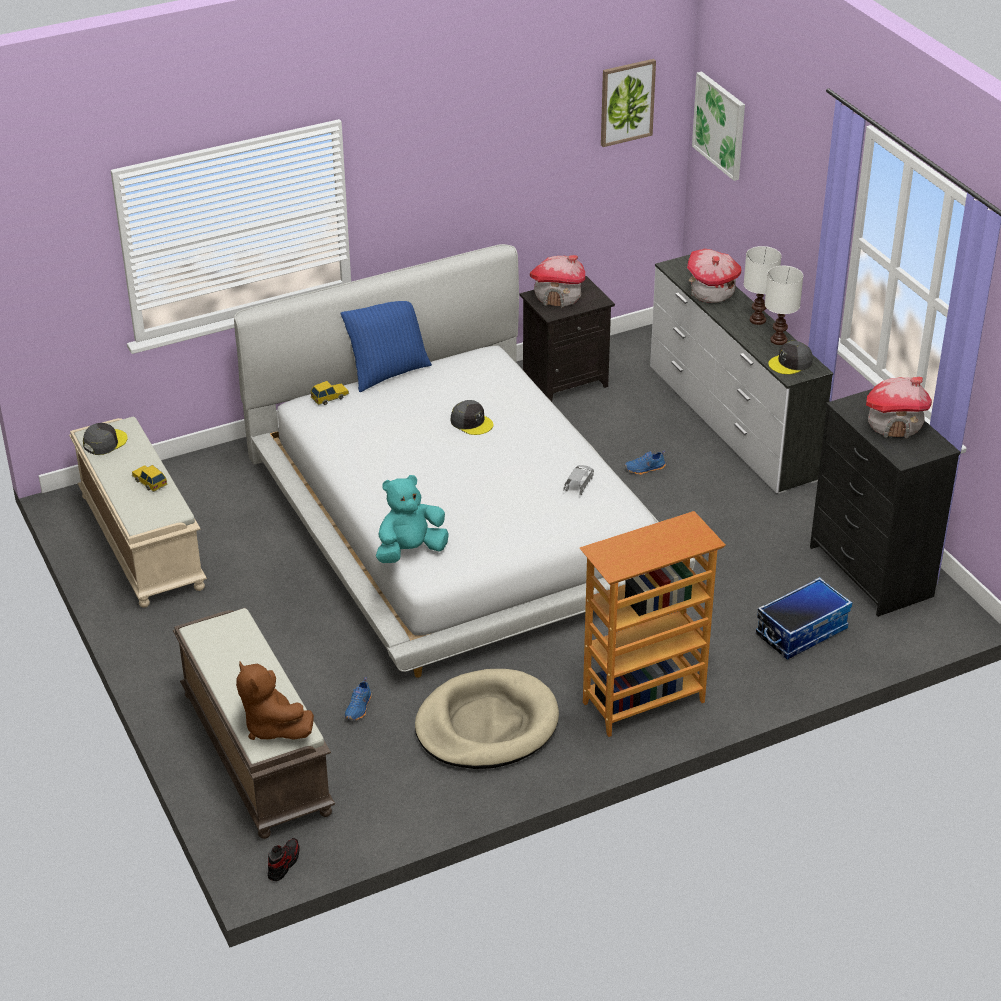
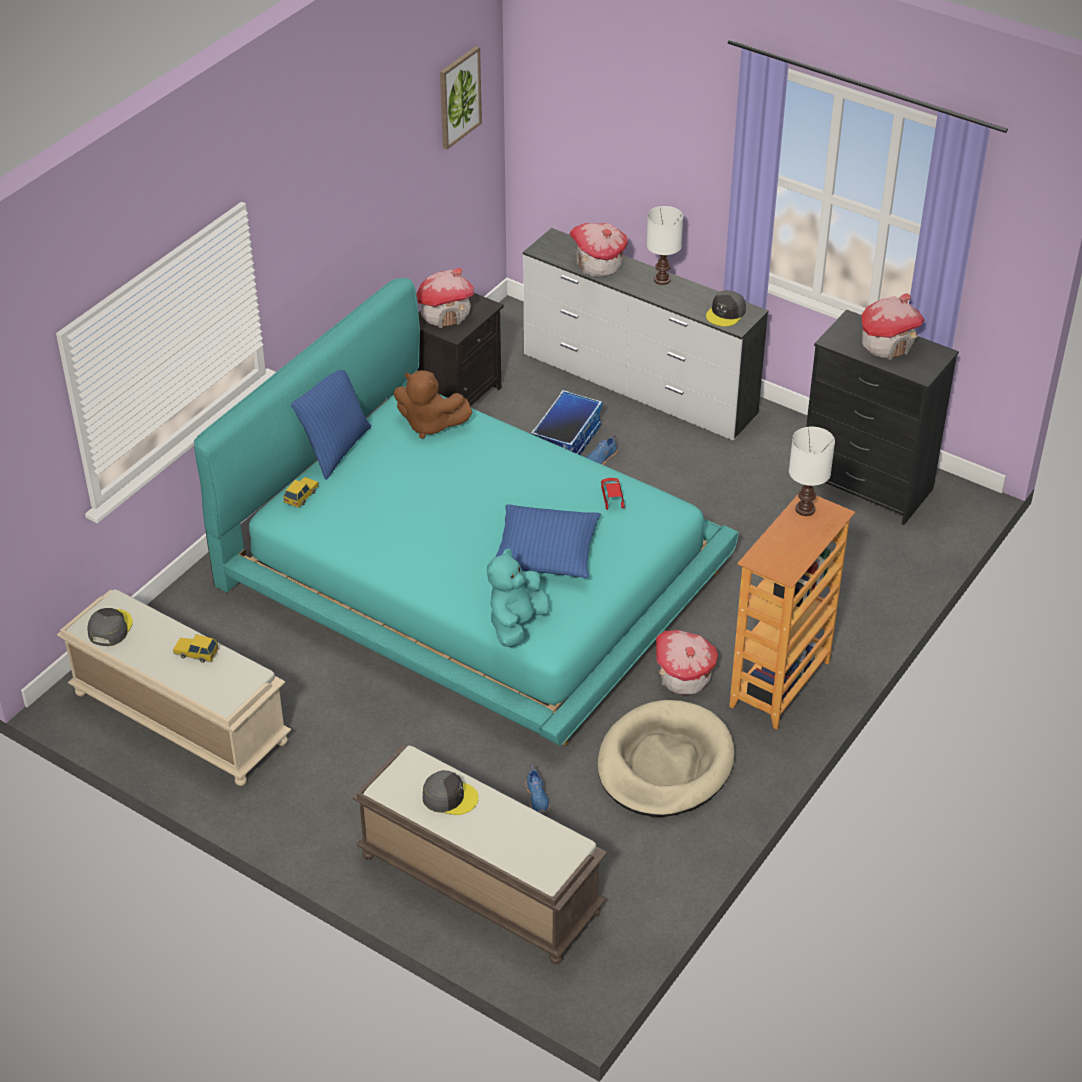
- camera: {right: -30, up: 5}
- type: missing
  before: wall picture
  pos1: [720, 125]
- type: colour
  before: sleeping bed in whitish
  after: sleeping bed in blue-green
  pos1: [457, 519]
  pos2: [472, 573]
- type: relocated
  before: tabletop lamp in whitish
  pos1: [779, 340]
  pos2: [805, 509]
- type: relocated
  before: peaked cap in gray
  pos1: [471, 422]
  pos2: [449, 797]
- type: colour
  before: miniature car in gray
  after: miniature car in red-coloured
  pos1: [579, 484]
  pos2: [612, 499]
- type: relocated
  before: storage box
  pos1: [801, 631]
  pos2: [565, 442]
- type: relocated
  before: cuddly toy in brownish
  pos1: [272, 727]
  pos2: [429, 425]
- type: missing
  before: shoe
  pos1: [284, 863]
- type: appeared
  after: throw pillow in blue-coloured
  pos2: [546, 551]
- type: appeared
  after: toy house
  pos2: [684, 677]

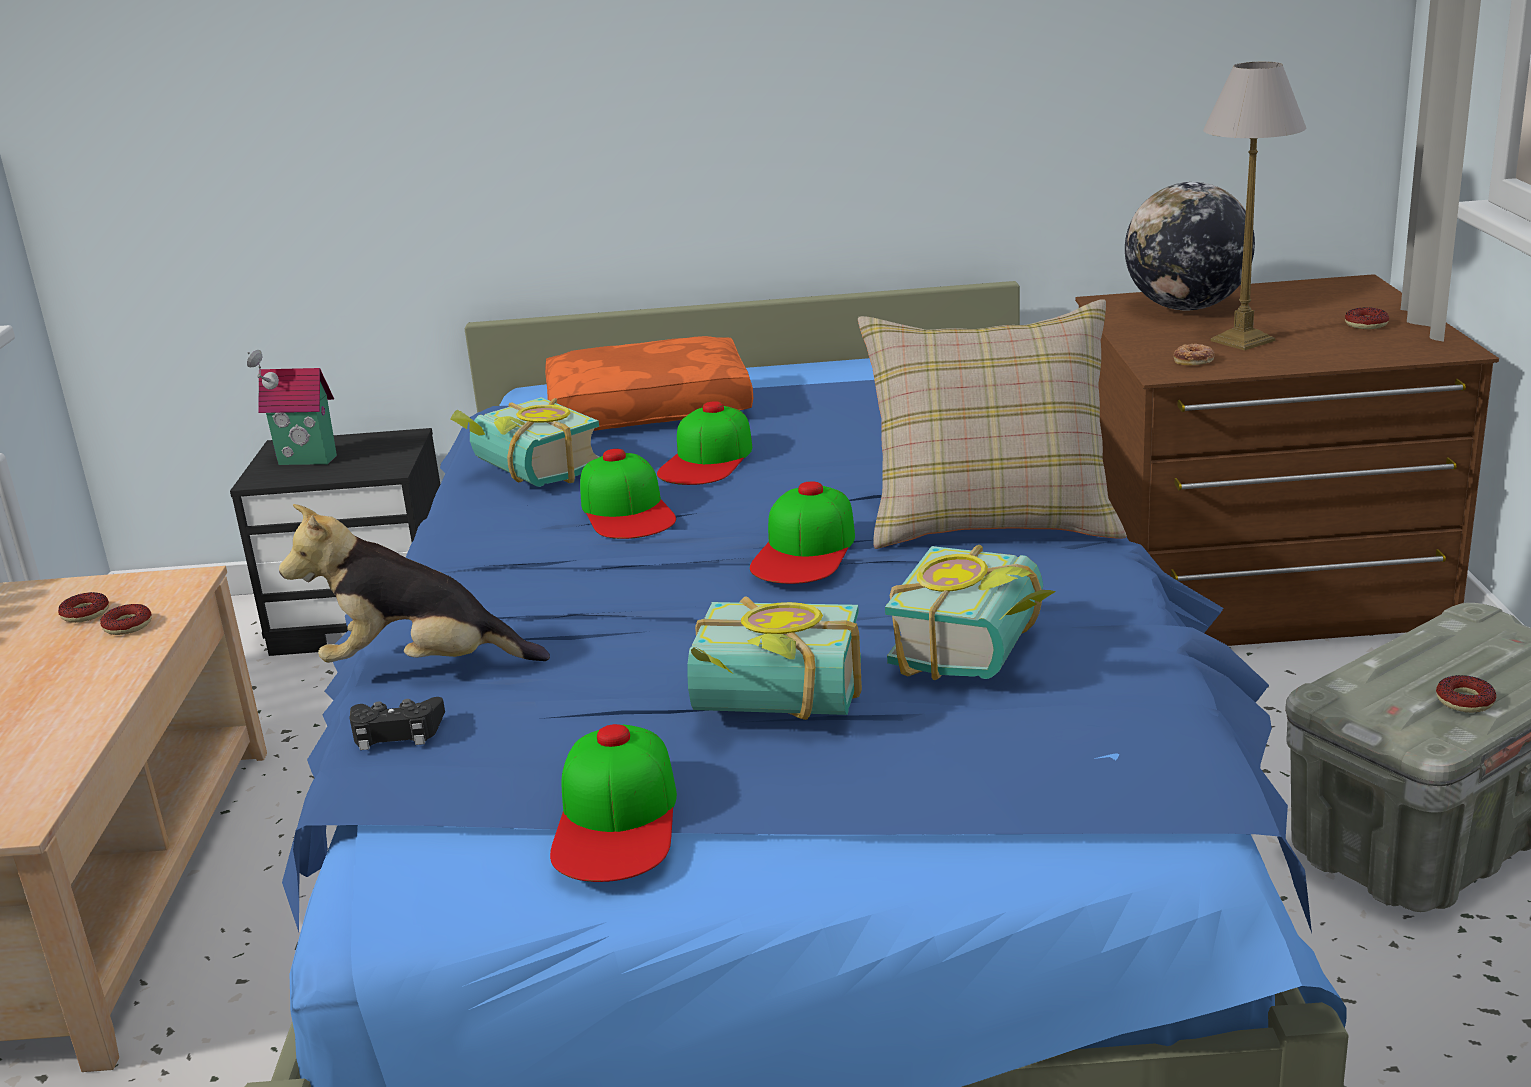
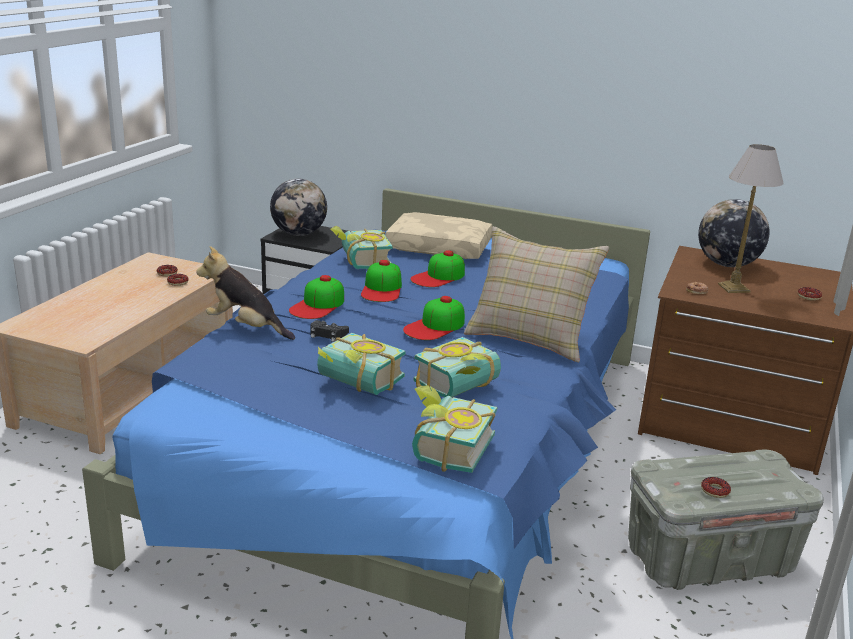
- camera: {right: 20, up: 0}
- type: colour
  before: throw pillow in orangey
  after: throw pillow in sand-coloured
  pos1: [650, 408]
  pos2: [440, 247]
- type: exchanged
  before: toy house
  after: globe
  pos1: [305, 461]
  pos2: [299, 234]
- type: relocated
  before: joypad in black-coloured
  pos1: [396, 732]
  pos2: [327, 334]
- type: relocated
  before: peaked cap
  pos1: [617, 819]
  pos2: [318, 305]
- type: appeared
  after: book
  pos2: [445, 448]

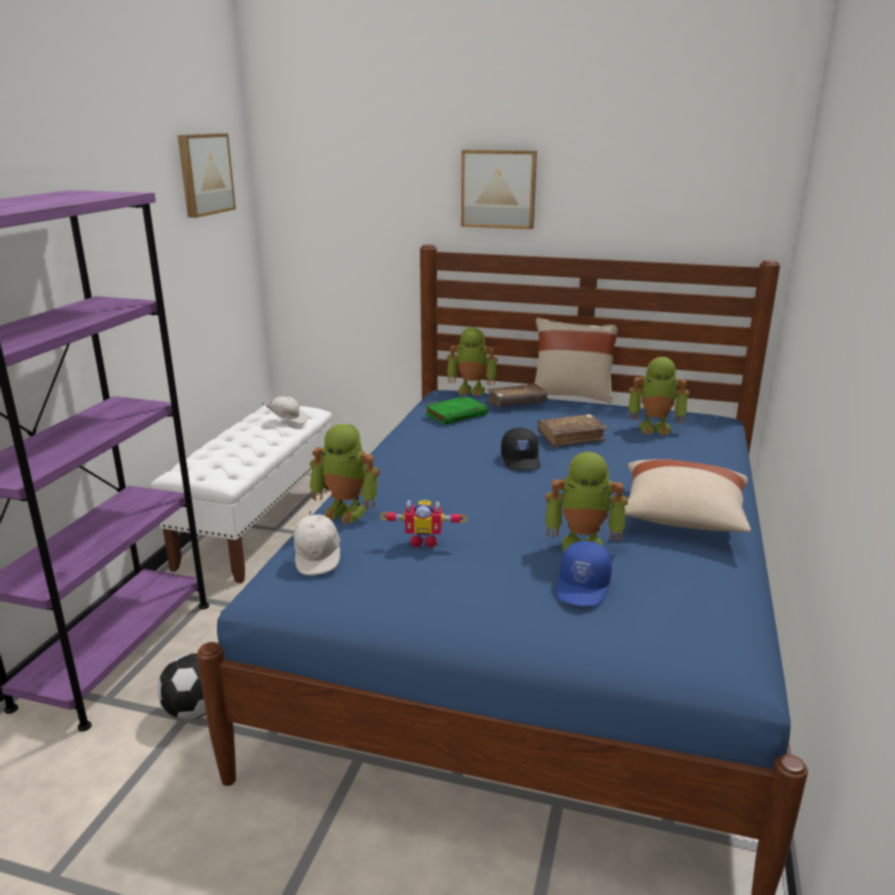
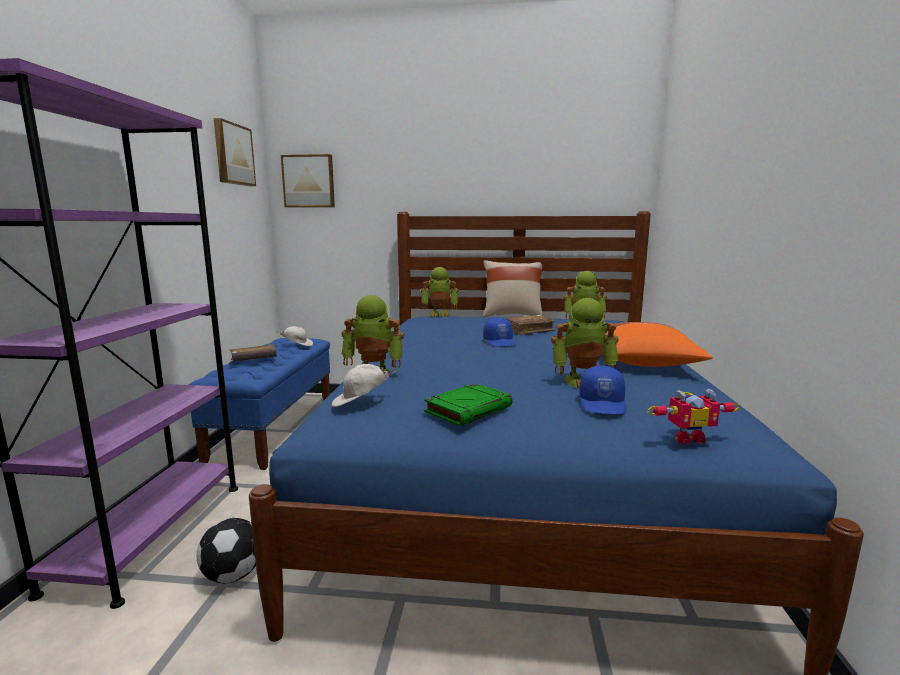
- camera: {right: -10, up: -10}
- type: relocated
  before: wall picture
  pos1: [499, 189]
  pos2: [309, 181]
- type: relocated
  before: book in brownish
  pos1: [516, 403]
  pos2: [254, 359]
- type: relocated
  before: book in green
  pos1: [456, 414]
  pos2: [468, 409]
- type: colour
  before: long seat in whitish
  after: long seat in blue-coloured
  pos1: [259, 525]
  pos2: [275, 429]
- type: colour
  before: peaked cap in black-coloured
  after: peaked cap in blue-coloured
  pos1: [521, 461]
  pos2: [500, 342]
- type: colour
  before: throw pillow in sand-coloured
  after: throw pillow in orangey
  pos1: [681, 517]
  pos2: [643, 363]
- type: relocated
  before: toy robot
  pos1: [424, 541]
  pos2: [686, 438]
- type: spun
  before: peaked cap in whitish
  pos1: [318, 558]
  pos2: [361, 402]
  turn: 90

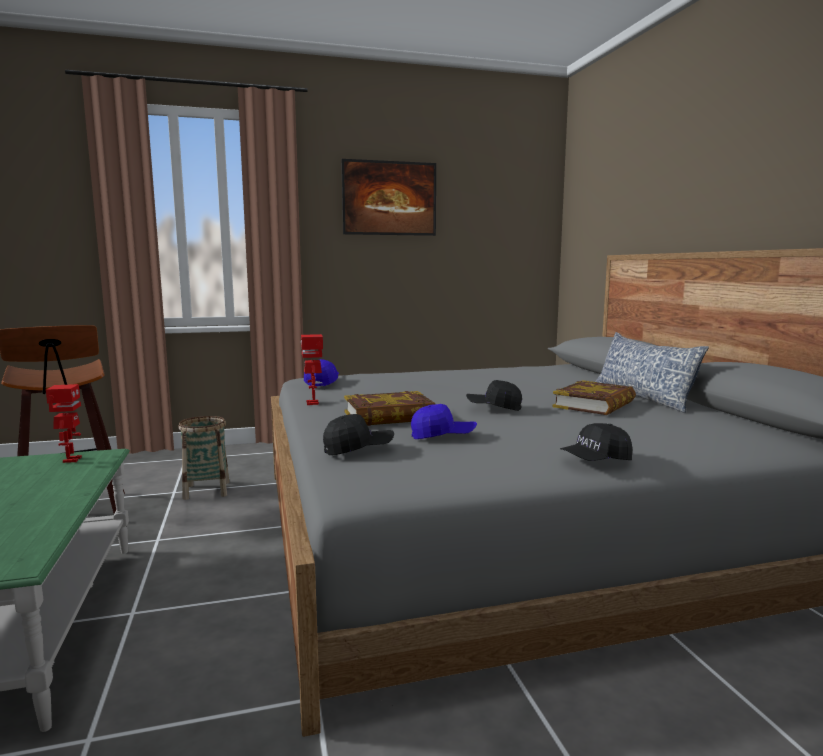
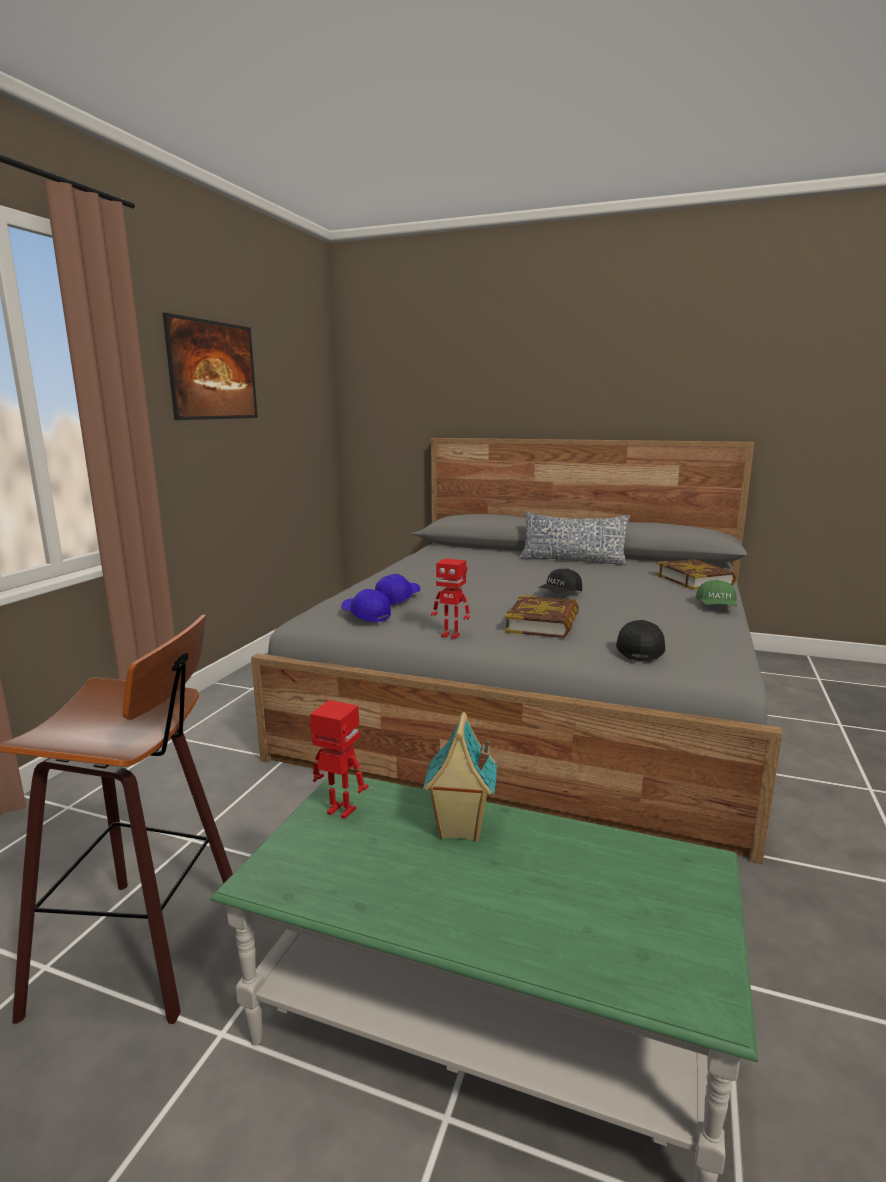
- camera: {right: -55, up: 5}
- type: relocated
  before: book
  pos1: [594, 404]
  pos2: [694, 580]
- type: relocated
  before: peaked cap in blue-coloured
  pos1: [443, 436]
  pos2: [397, 599]
- type: missing
  before: household basket
  pos1: [206, 490]
- type: colour
  before: peaked cap in black-coloured
  after: peaked cap in green
  pos1: [595, 461]
  pos2: [716, 607]
- type: appeared
  after: toy house
  pos2: [459, 829]

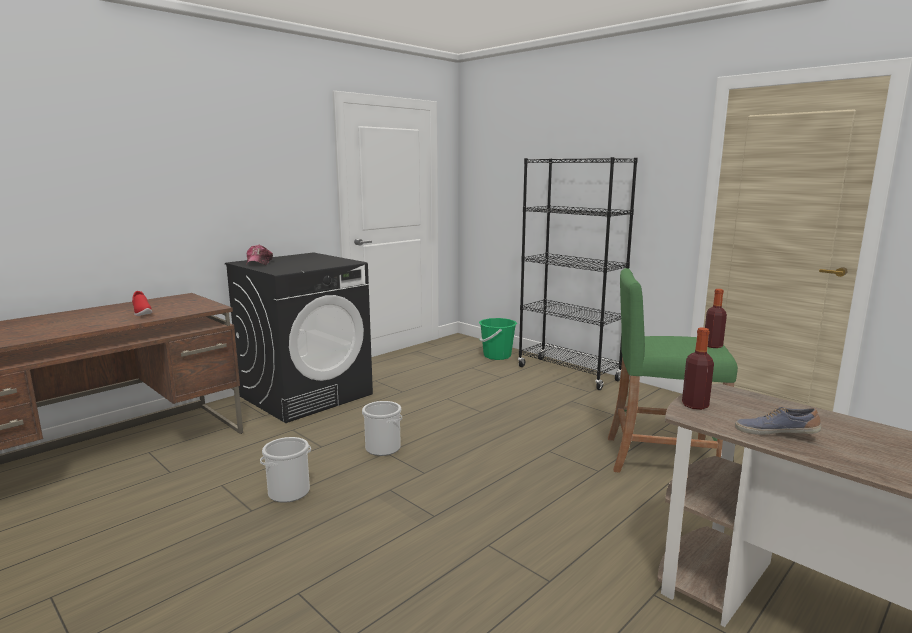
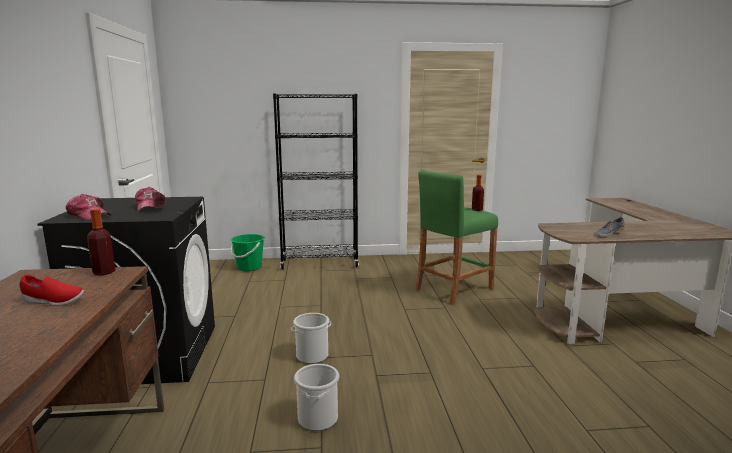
- camera: {right: -50, up: 0}
- type: relocated
  before: drink bottle
  pos1: [695, 405]
  pos2: [104, 272]
- type: appeared
  after: peaked cap
  pos2: [151, 207]

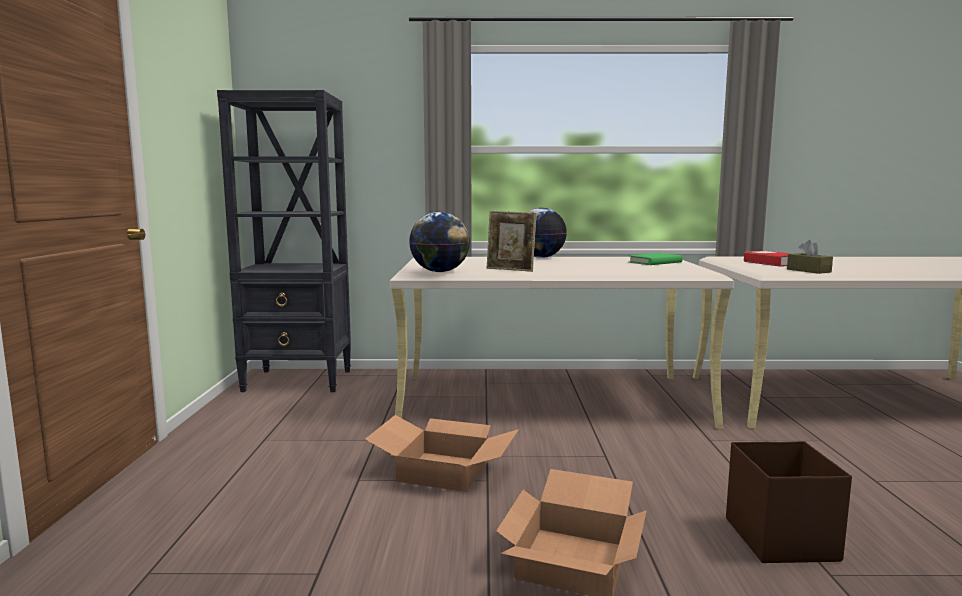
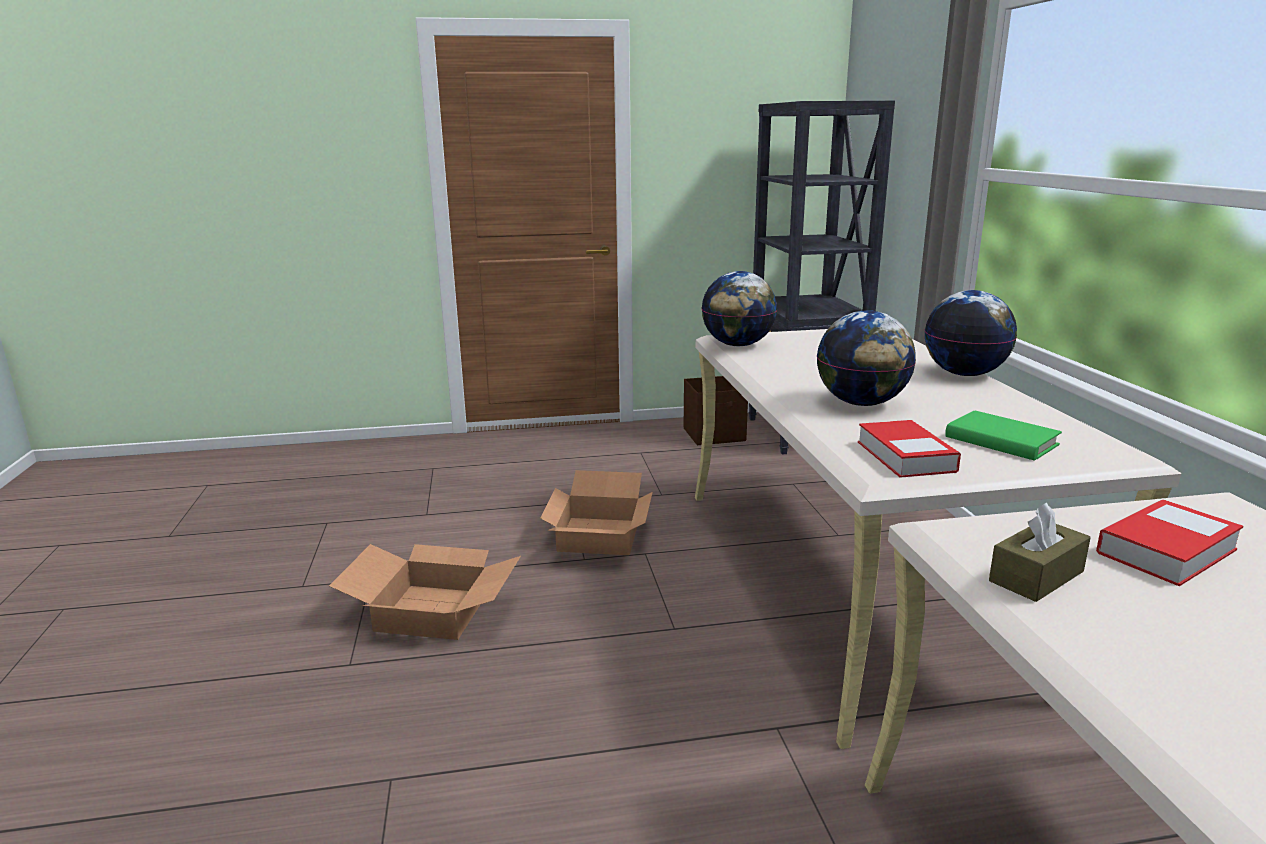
- camera: {right: 80, up: 10}
- type: missing
  before: photo frame
  pos1: [510, 270]
- type: relocated
  before: storage box in brownish
  pos1: [780, 538]
  pos2: [715, 435]
- type: appeared
  after: globe
  pos2: [861, 403]
- type: appeared
  after: book
  pos2: [905, 456]

